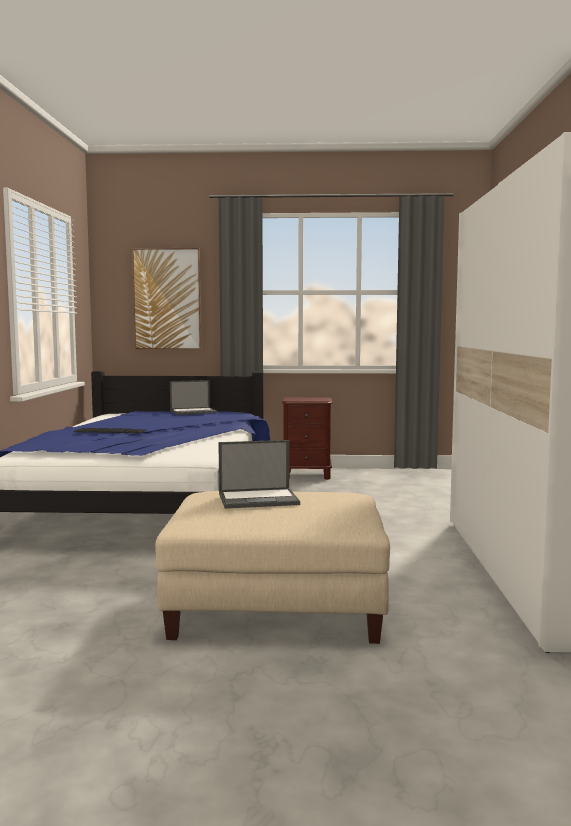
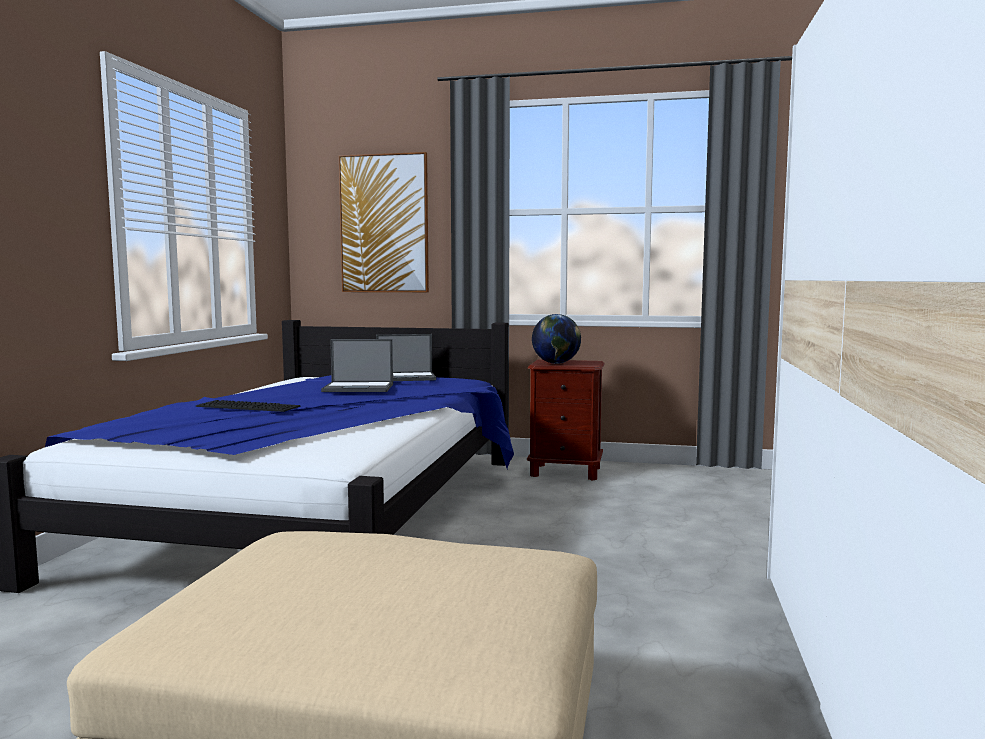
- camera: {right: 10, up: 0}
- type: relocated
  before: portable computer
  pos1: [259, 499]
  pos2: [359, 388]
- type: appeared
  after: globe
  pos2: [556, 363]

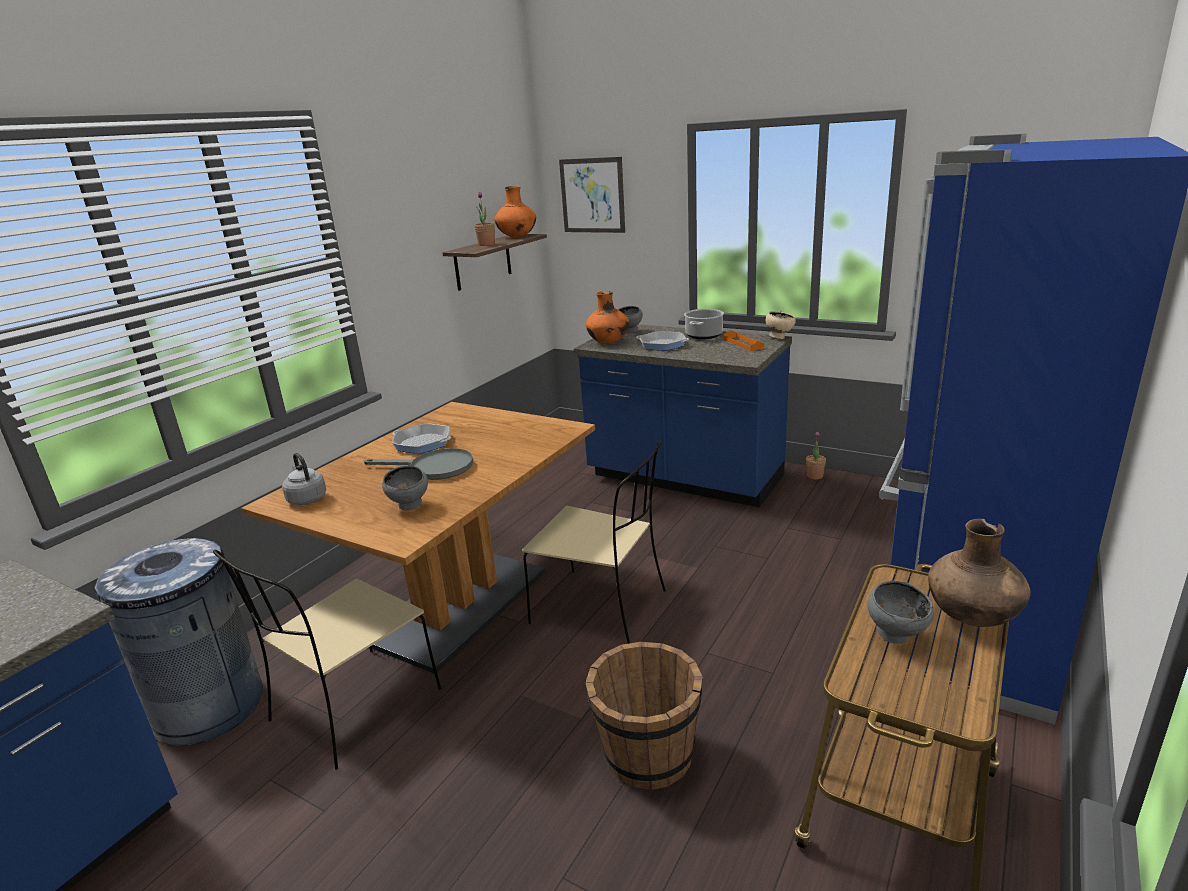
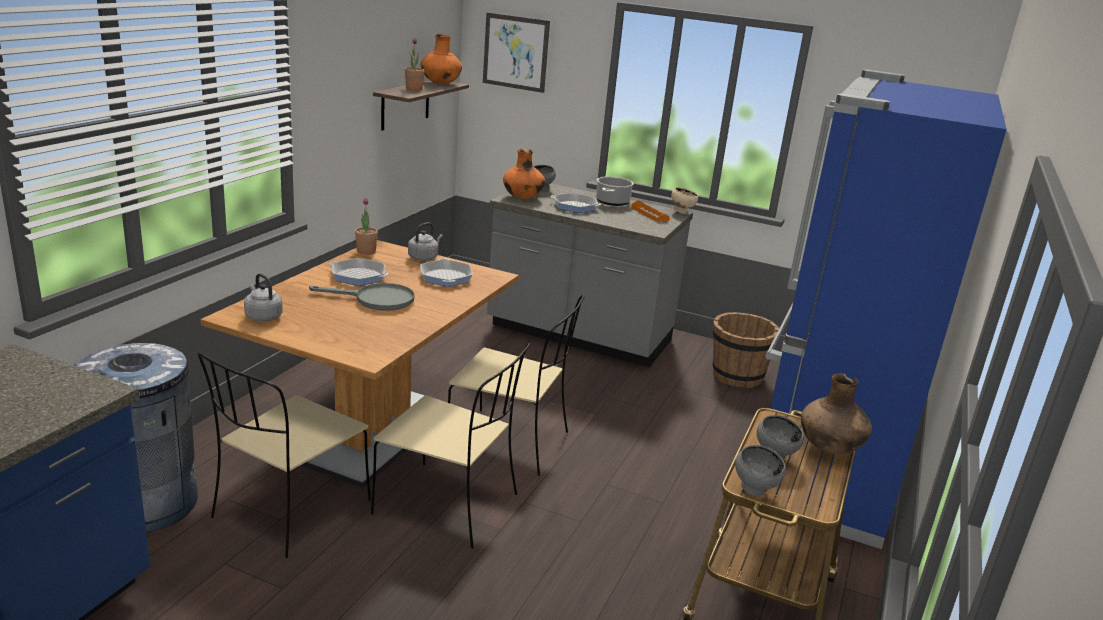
- camera: {right: -10, up: 0}
- type: colour
  before: kitchen base unit in blue-coloured
  after: kitchen base unit in gray
  pos1: [684, 478]
  pos2: [578, 335]
- type: relocated
  before: plant in a pot
  pos1: [814, 476]
  pos2: [366, 251]
- type: relocated
  before: bowl in gray
  pos1: [410, 507]
  pos2: [755, 491]
- type: relocated
  before: water bucket in brownish
  pos1: [647, 755]
  pos2: [736, 376]
- type: appeared
  after: water kettle in gray
  pos2: [424, 257]
- type: appeared
  after: skillet
  pos2: [446, 277]
- type: appeared
  after: upright chair in sand-coloured
  pos2: [449, 505]

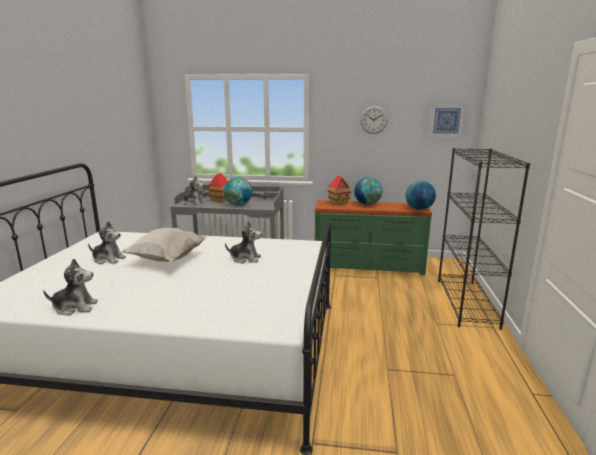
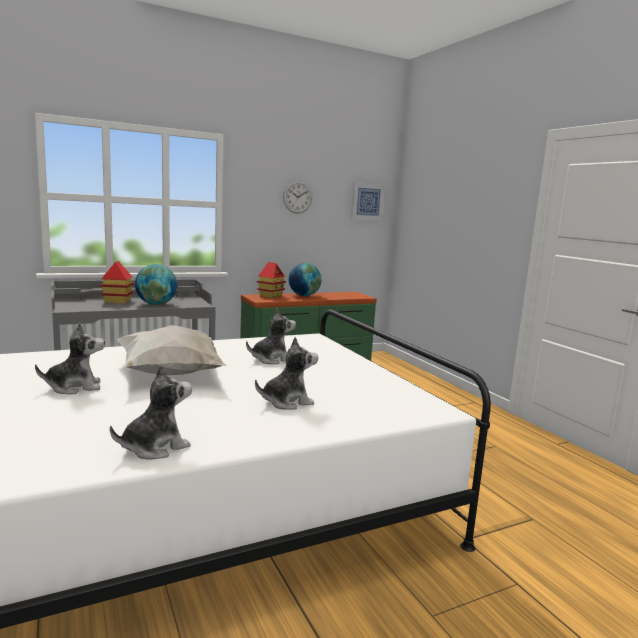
- camera: {right: -35, up: -5}
- type: missing
  before: bookcase in black-coloured
  pos1: [466, 303]
- type: relocated
  before: cuddly toy
  pos1: [194, 203]
  pos2: [287, 402]
- type: missing
  before: globe
  pos1: [419, 209]

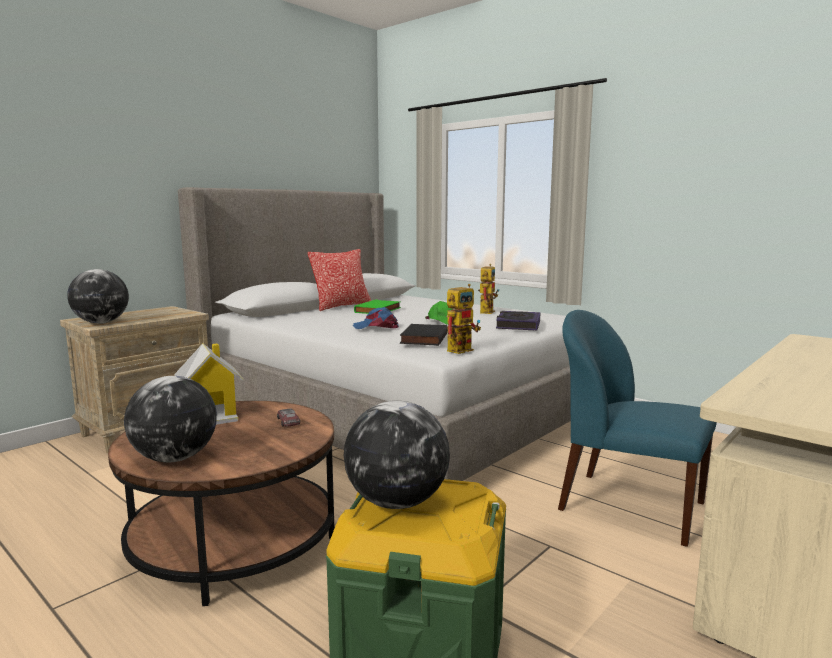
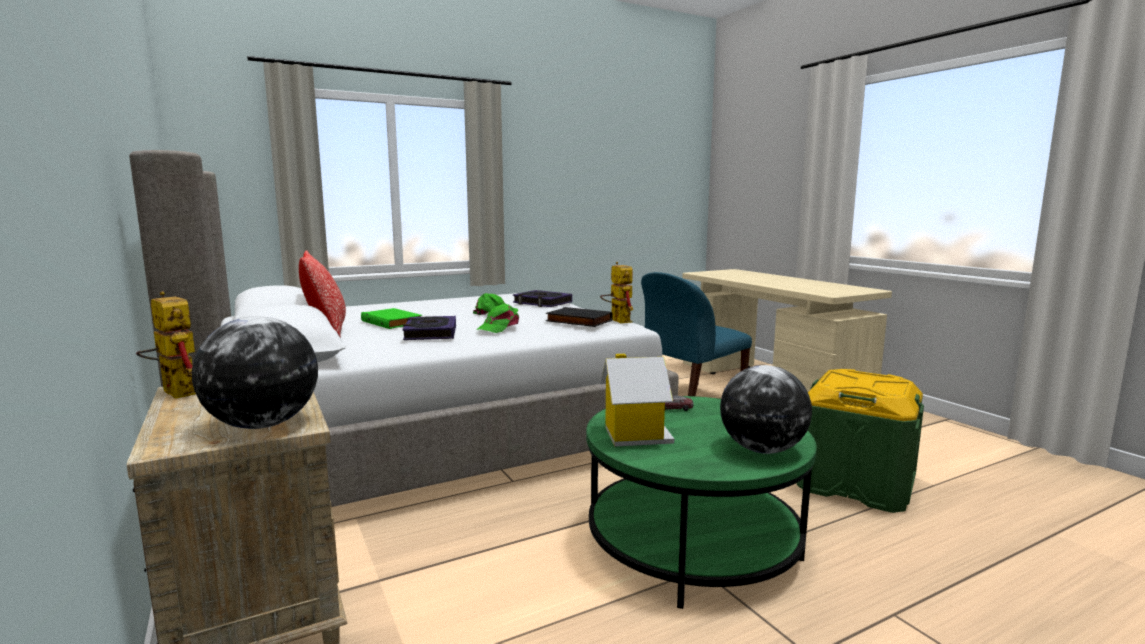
- camera: {right: -70, up: 0}
- type: relocated
  before: toy robot
  pos1: [486, 311]
  pos2: [174, 391]
- type: colour
  before: peaked cap in blue-coloured
  after: peaked cap in green
  pos1: [376, 327]
  pos2: [498, 327]
- type: colour
  before: lounge table in brownish
  after: lounge table in green
  pos1: [234, 540]
  pos2: [692, 542]
- type: missing
  before: globe
  pos1: [396, 502]
- type: appeared
  after: book
  pos2: [430, 333]

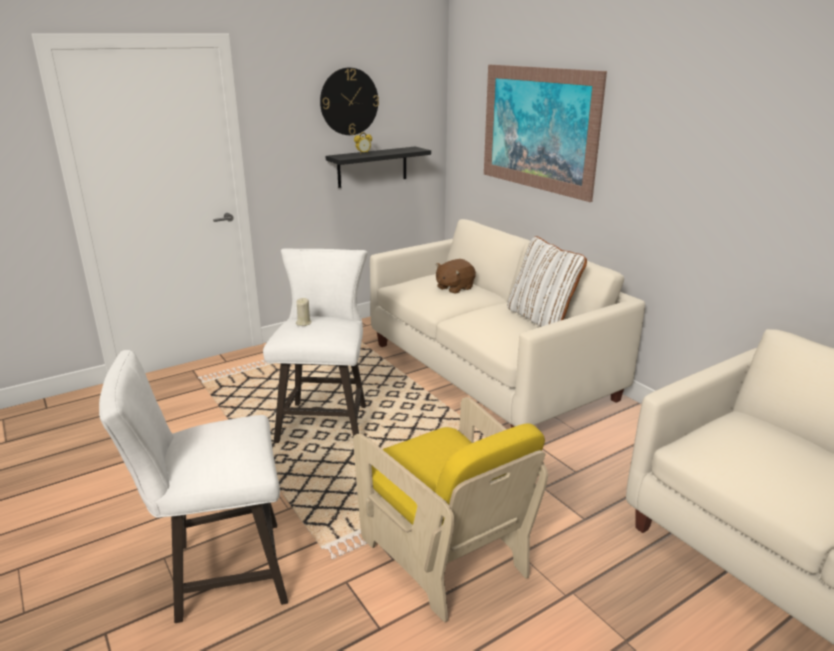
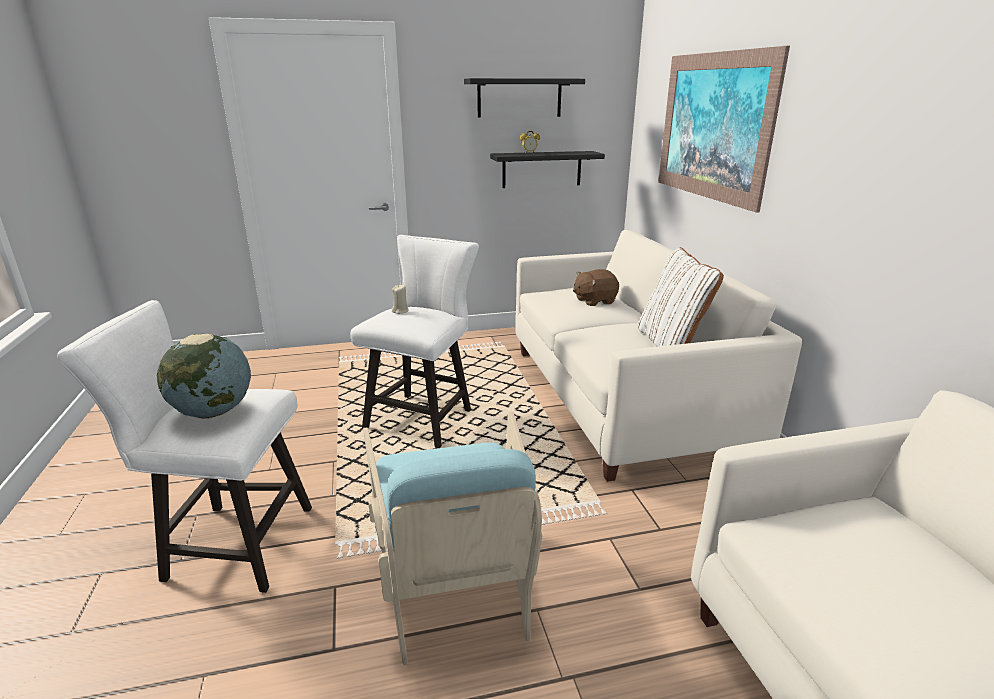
- camera: {right: 20, up: 0}
- type: exchanged
  before: hanging clock
  after: shelf in black-coloured
  pos1: [349, 101]
  pos2: [519, 98]
- type: colour
  before: easy chair in yellow-coloured
  after: easy chair in blue-green
  pos1: [445, 553]
  pos2: [454, 584]
- type: appeared
  after: globe
  pos2: [213, 412]

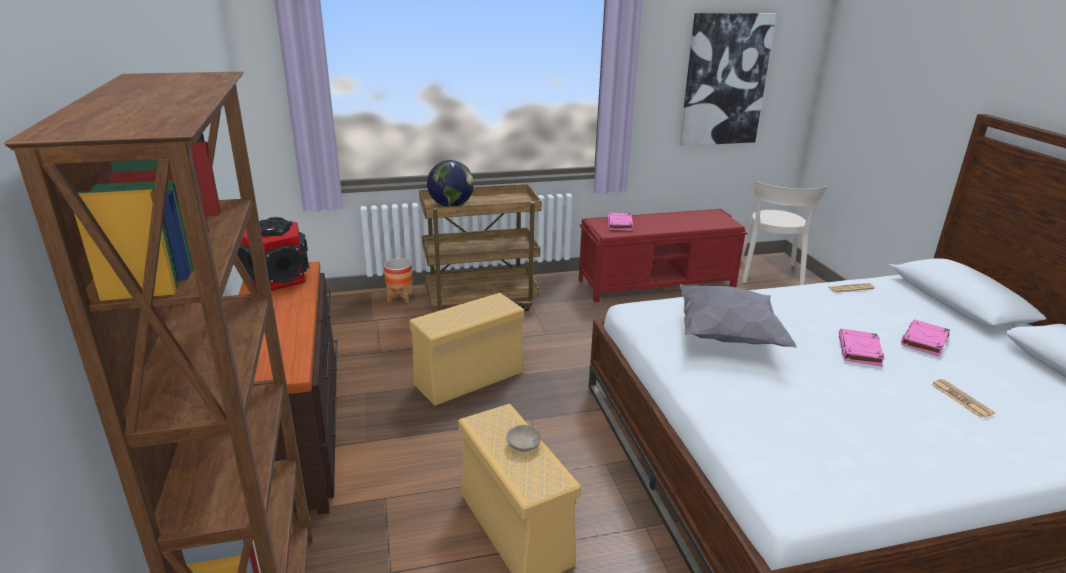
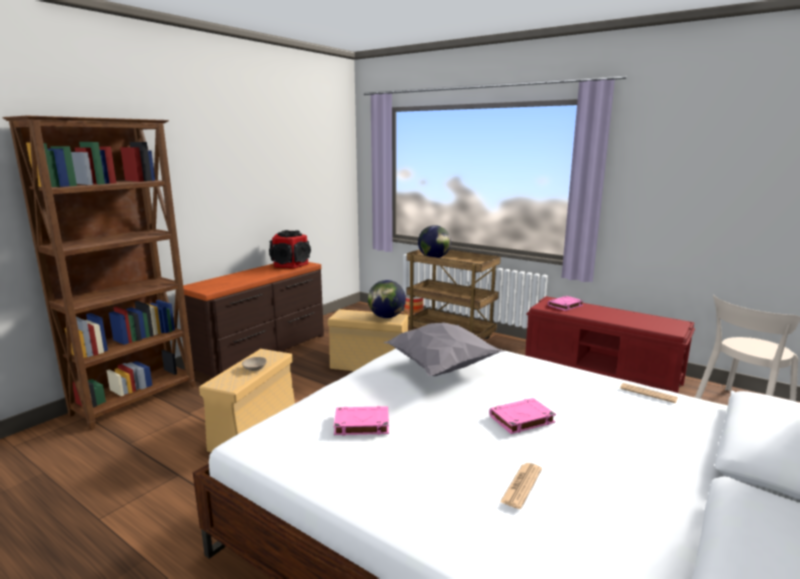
- camera: {right: 50, up: -10}
- type: missing
  before: wall picture
  pos1: [725, 80]
- type: relocated
  before: book in pinkish
  pos1: [924, 341]
  pos2: [361, 424]
- type: appeared
  after: globe
  pos2: [386, 317]

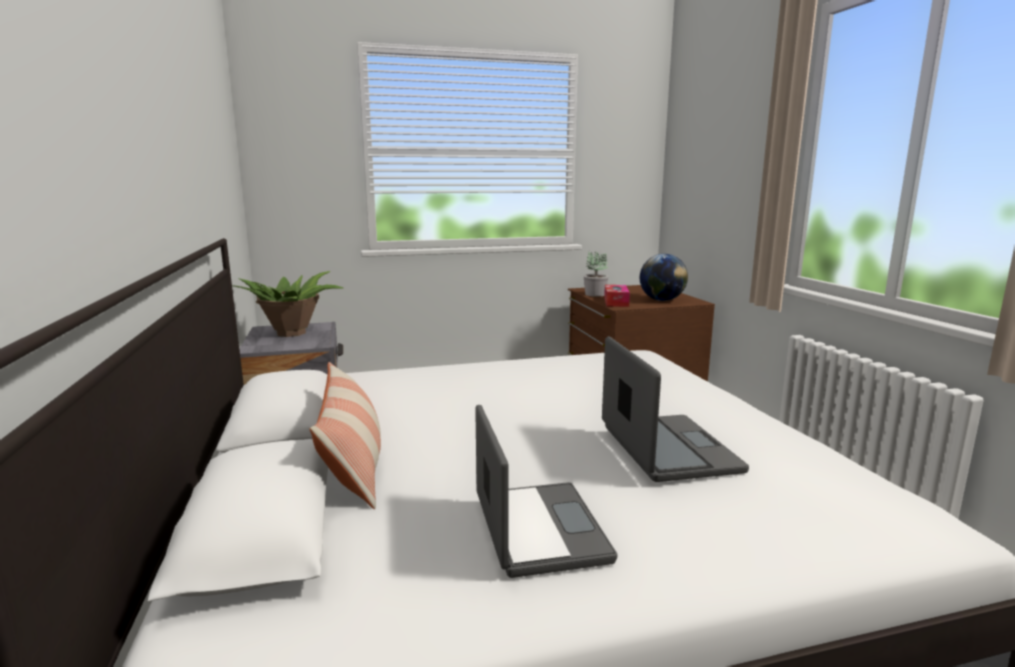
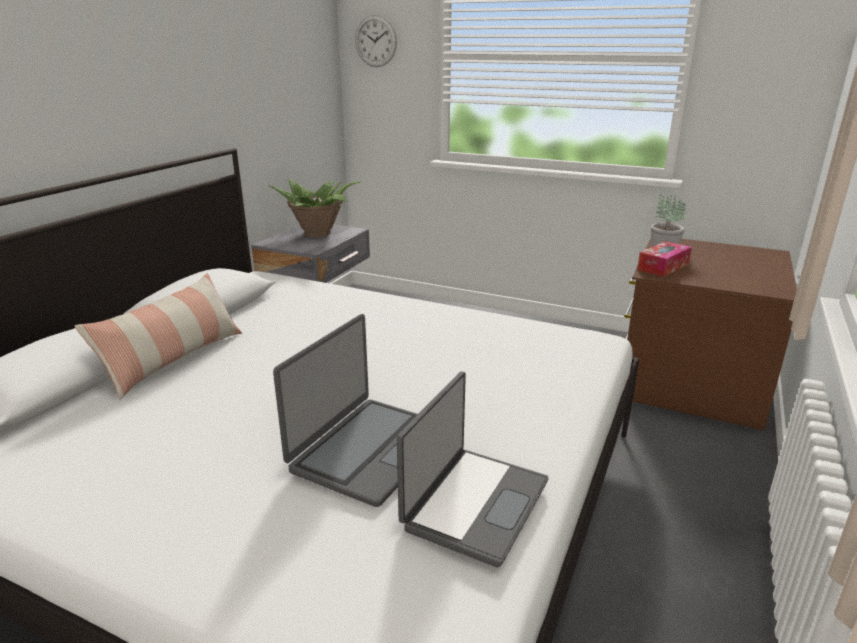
- camera: {right: 40, up: 10}
- type: missing
  before: globe
  pos1: [661, 300]
- type: relocated
  before: portable computer
  pos1: [537, 529]
  pos2: [474, 504]
- type: appeared
  after: hanging clock
  pos2: [375, 41]

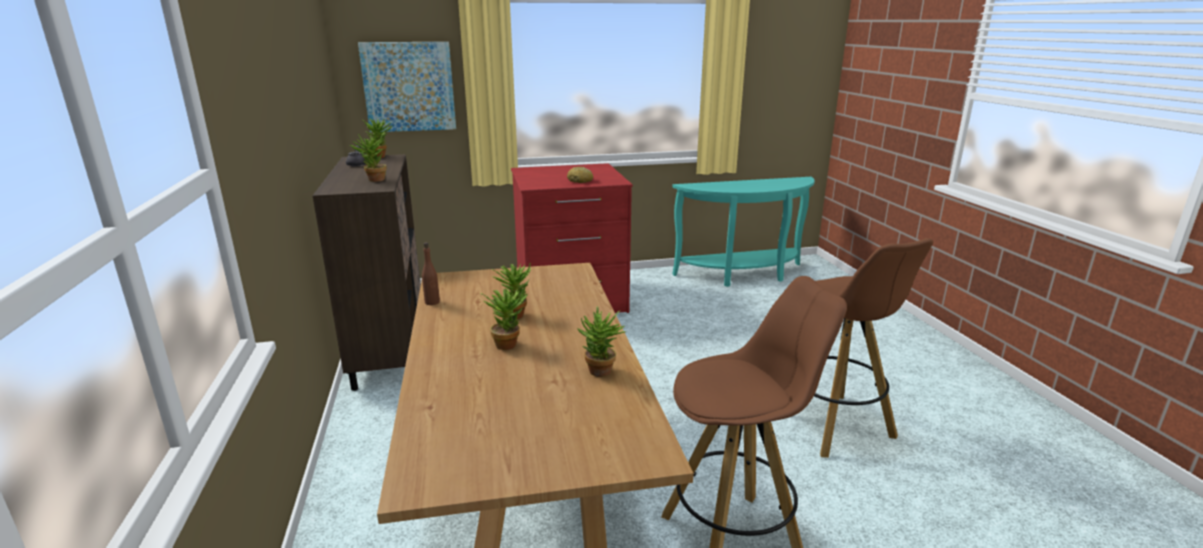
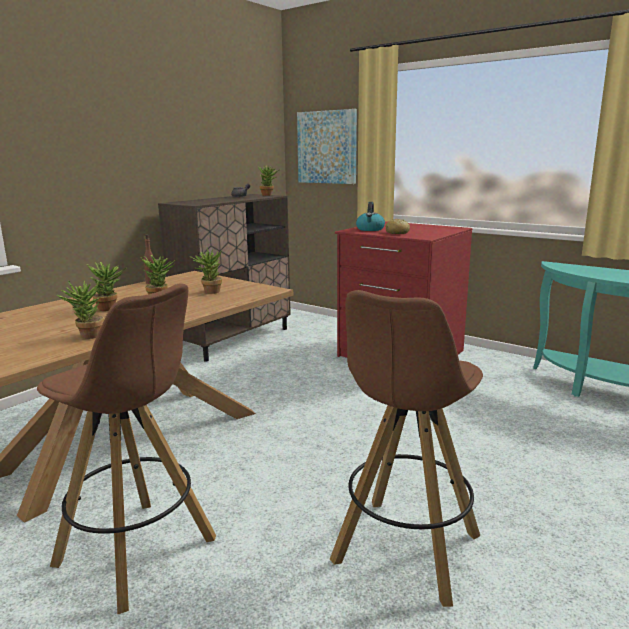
- camera: {right: 50, up: -5}
- type: relocated
  before: plant in a pot
  pos1: [373, 180]
  pos2: [209, 292]
- type: appeared
  after: water kettle
  pos2: [370, 229]

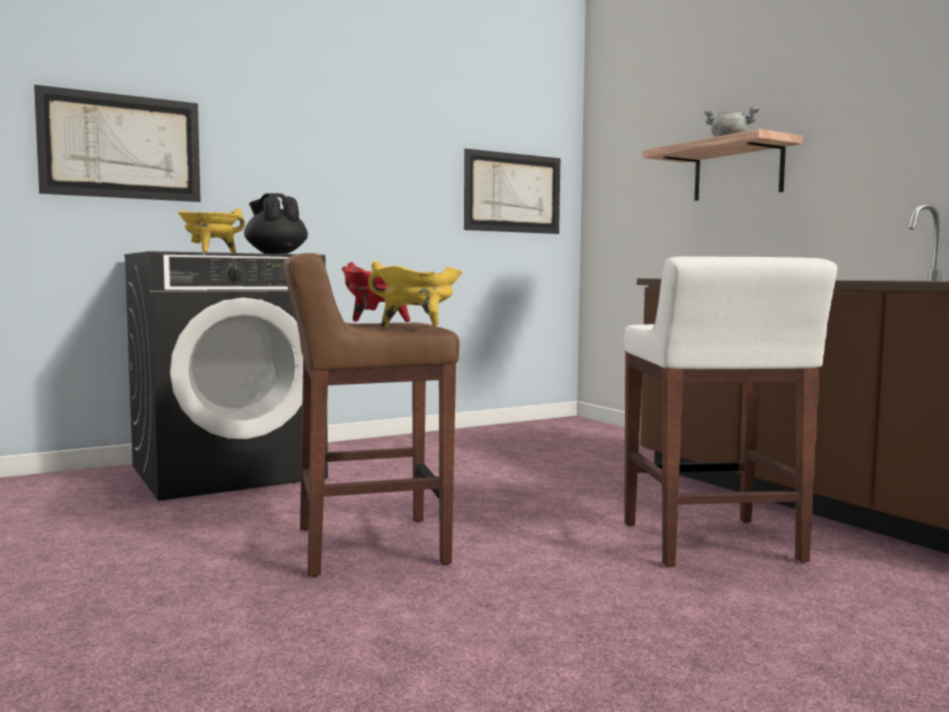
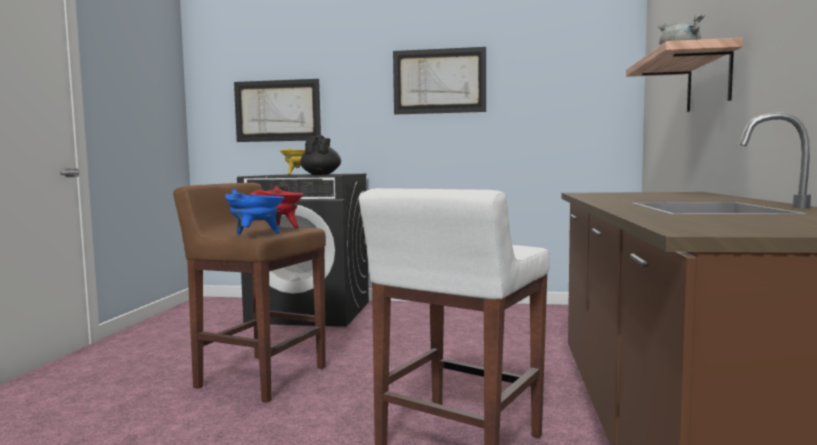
- camera: {right: 40, up: 0}
- type: relocated
  before: wall picture
  pos1: [513, 193]
  pos2: [439, 81]
- type: colour
  before: saucepot in yellow-coloured
  after: saucepot in blue-coloured
  pos1: [418, 328]
  pos2: [255, 235]

